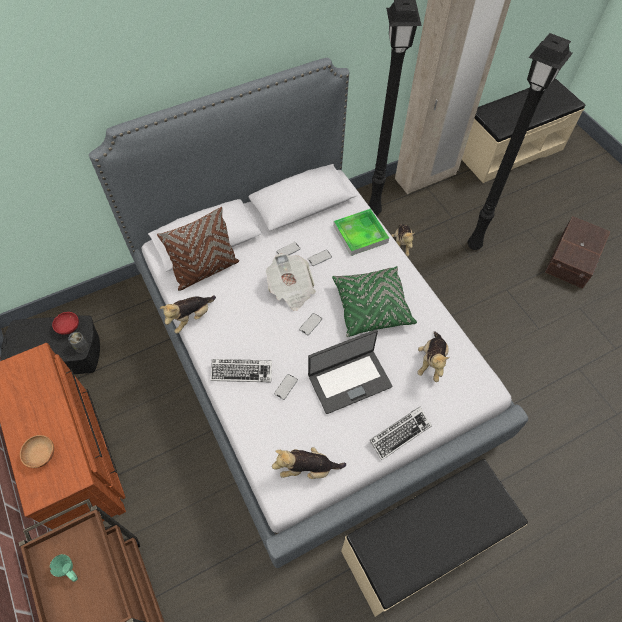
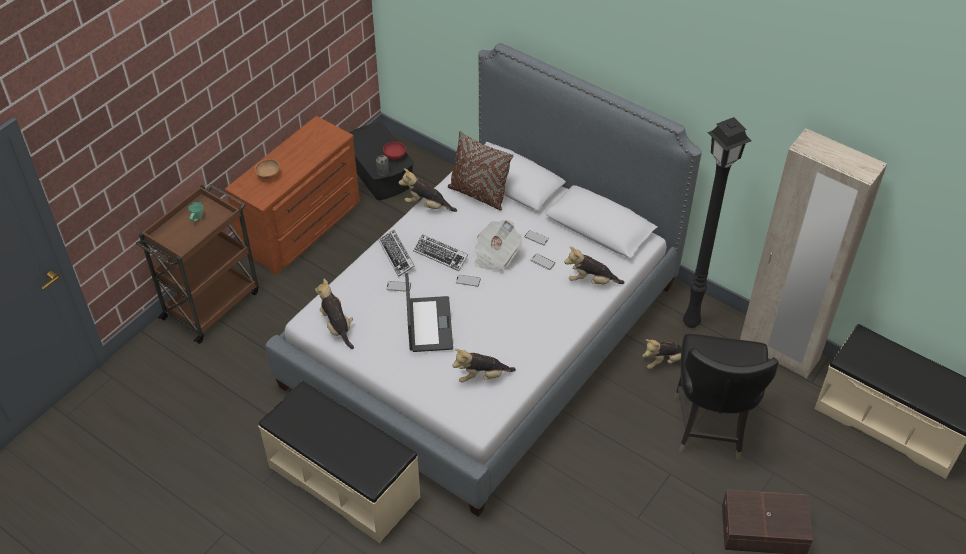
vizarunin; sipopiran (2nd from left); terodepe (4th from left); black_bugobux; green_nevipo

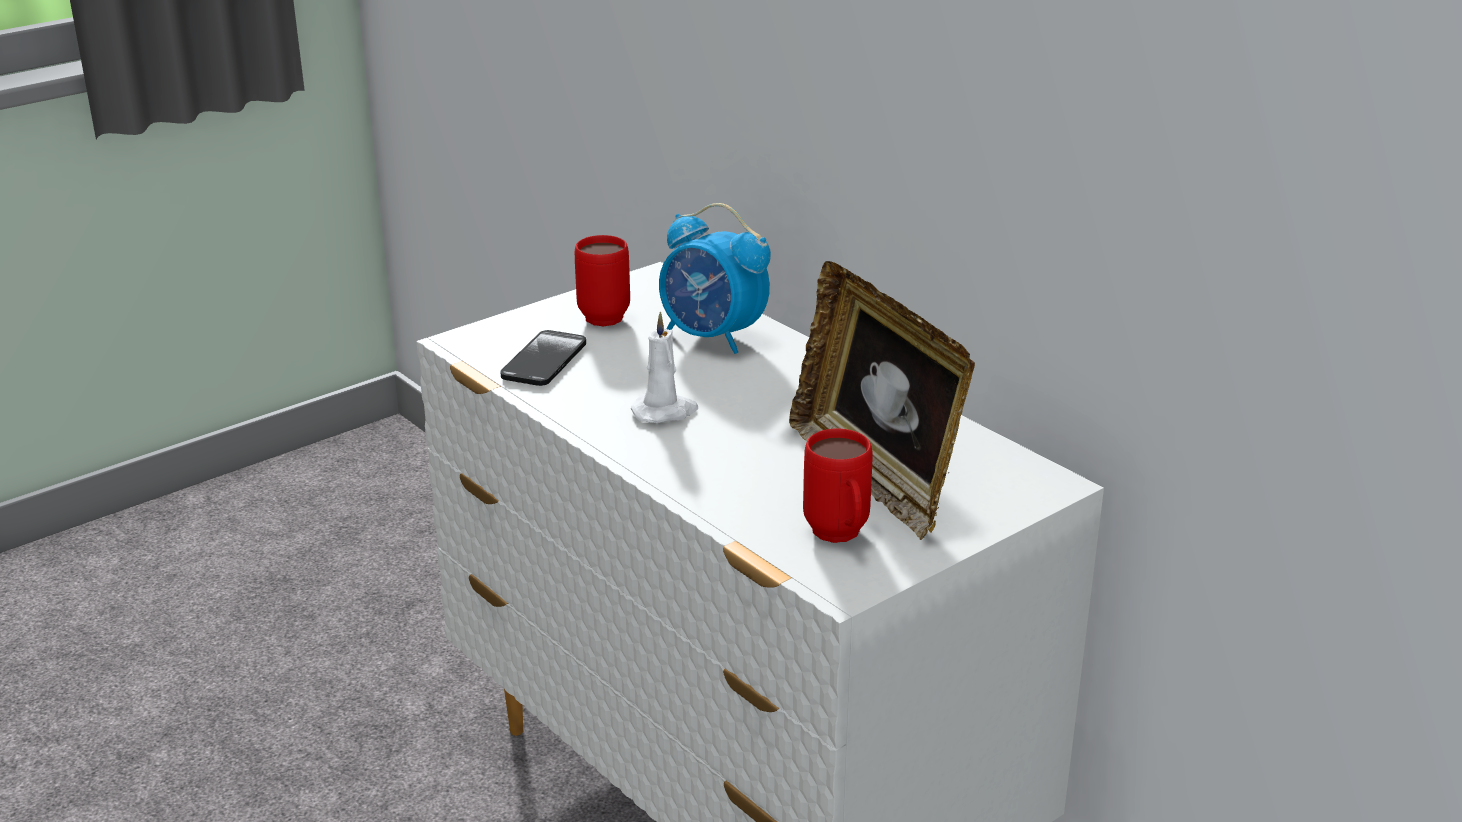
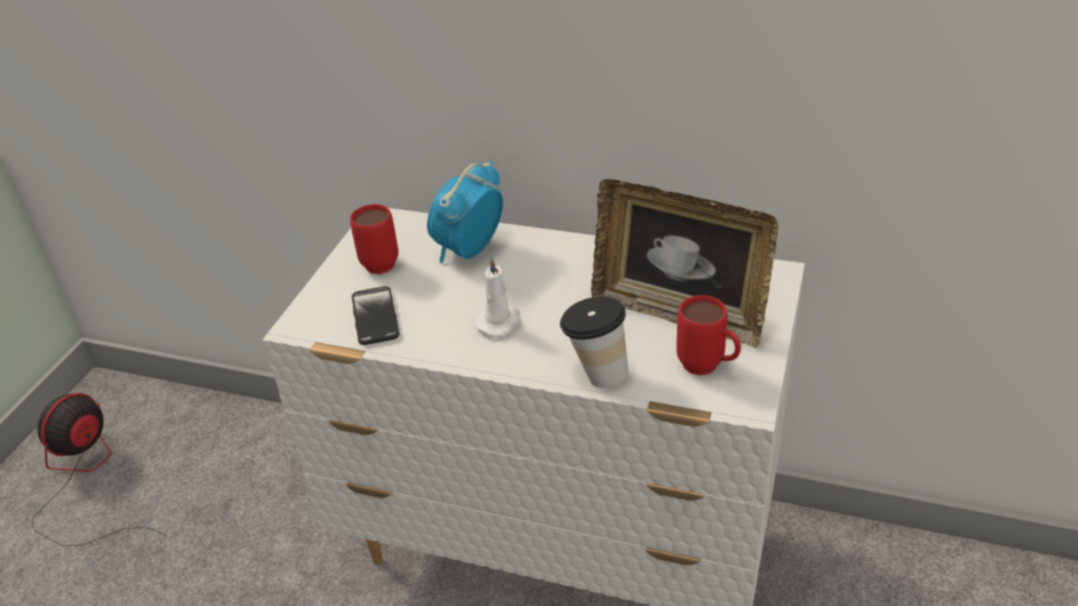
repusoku; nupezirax; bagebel

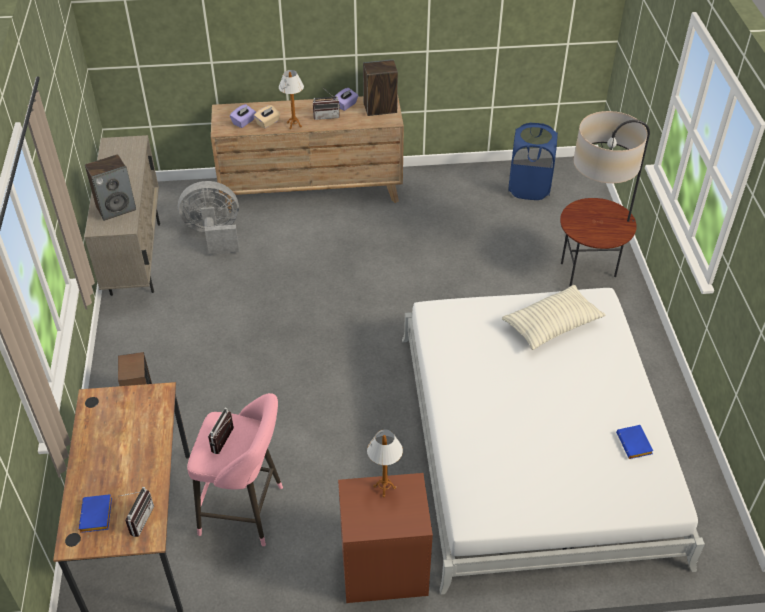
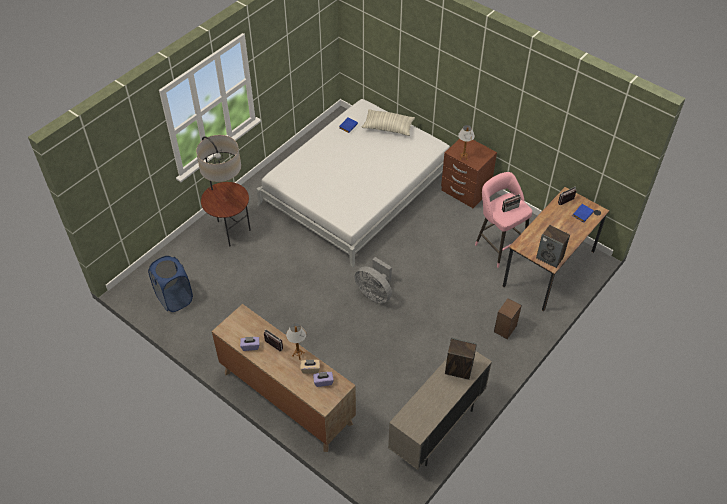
grey_repusoku; nevipo; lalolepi (3rd from left)

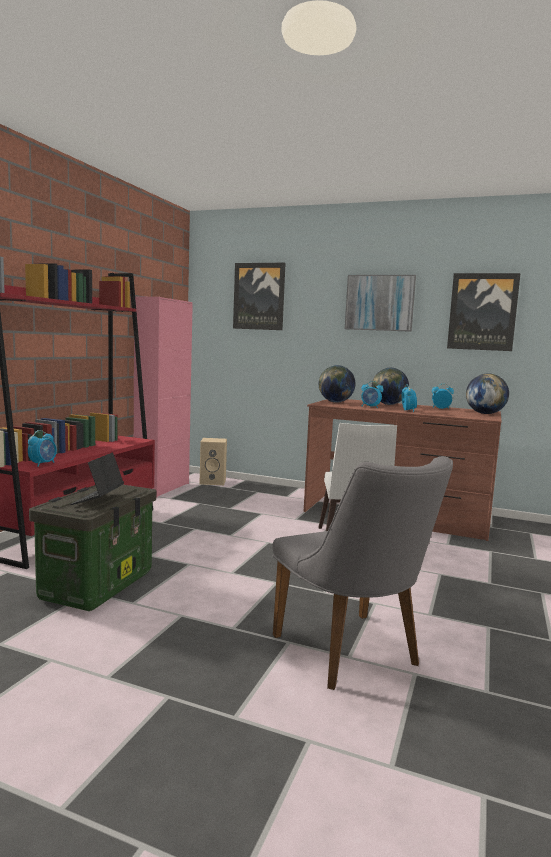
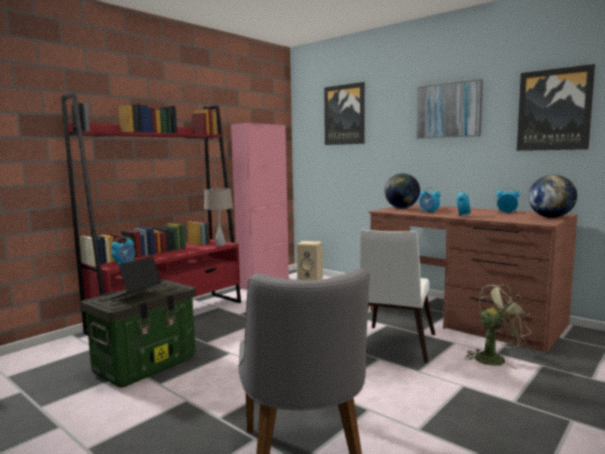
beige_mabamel; green_repusoku; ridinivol (2nd from left in the first image)

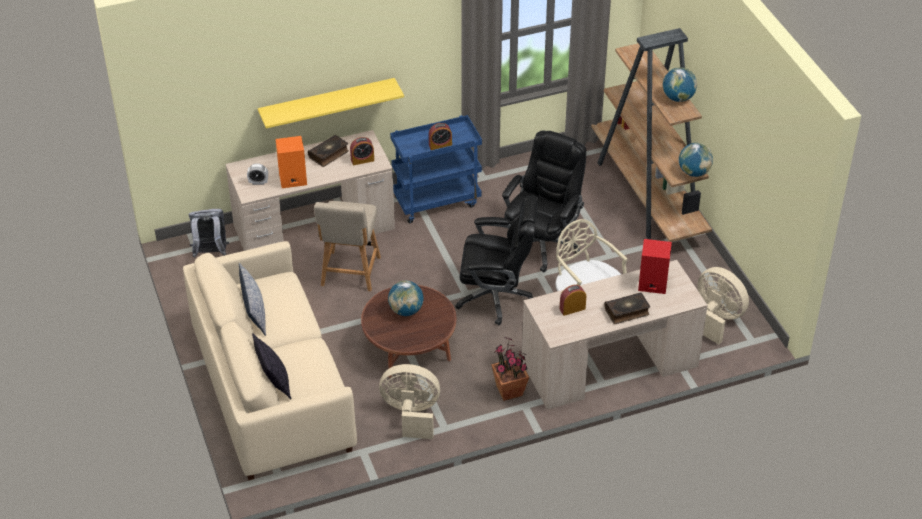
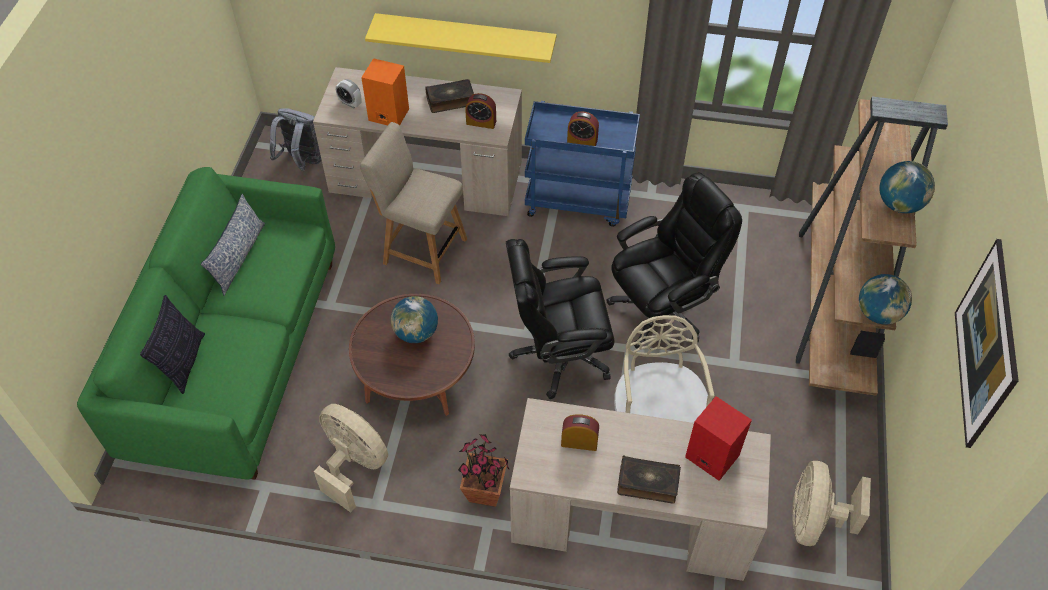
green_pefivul; beige_bugobux (1st from left); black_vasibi (1st from left); beige_repusoku (2nd from left); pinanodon

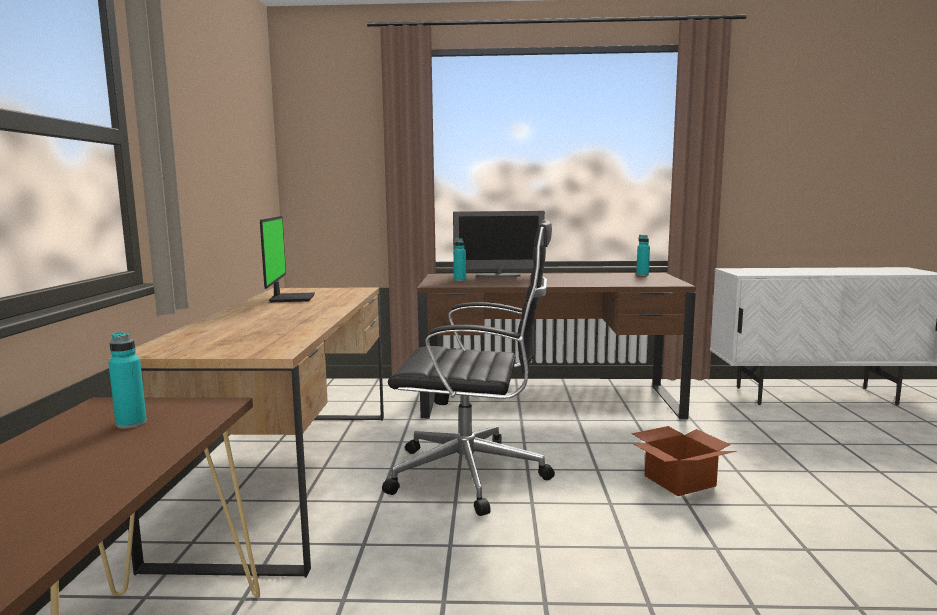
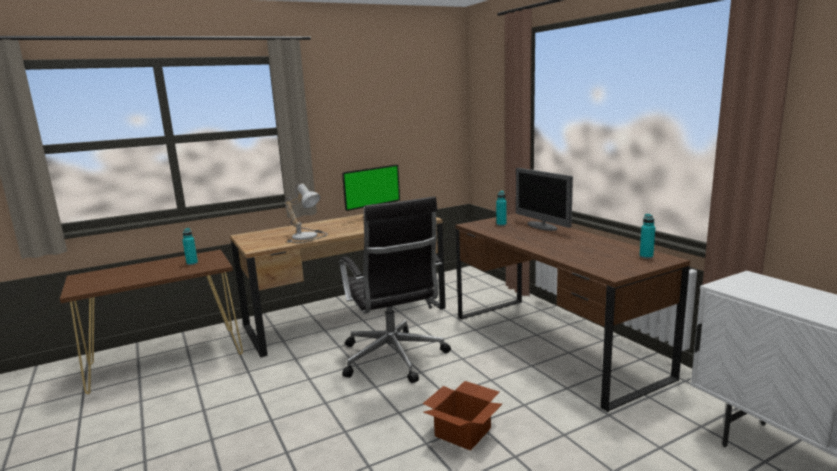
mabamel

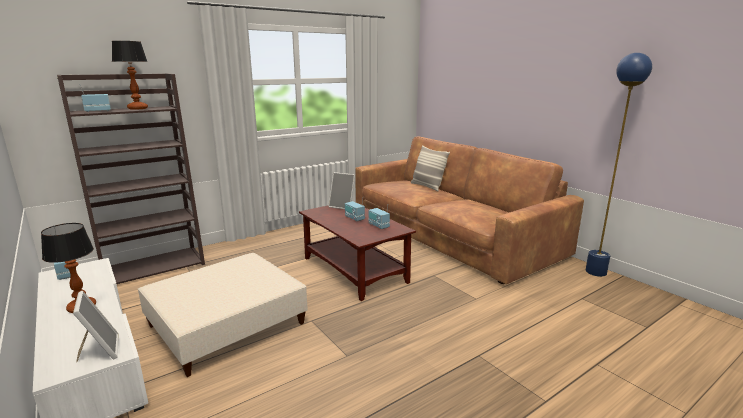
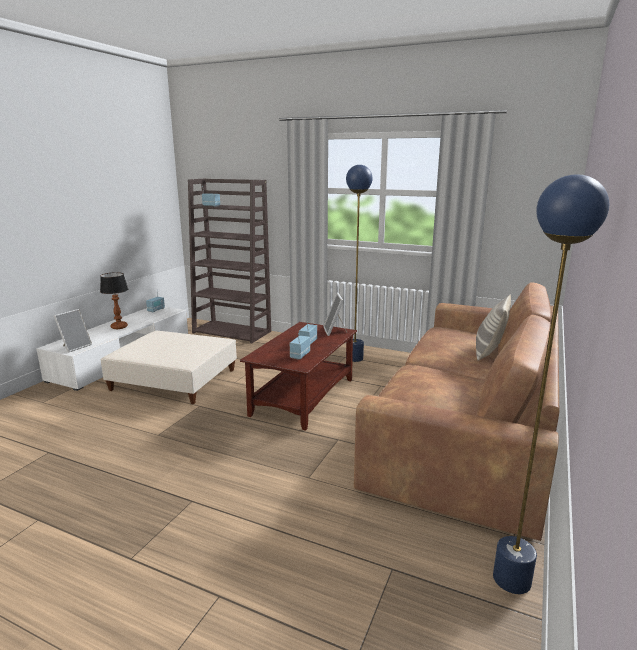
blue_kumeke (1st from left); mabamel (2nd from left in the first image)

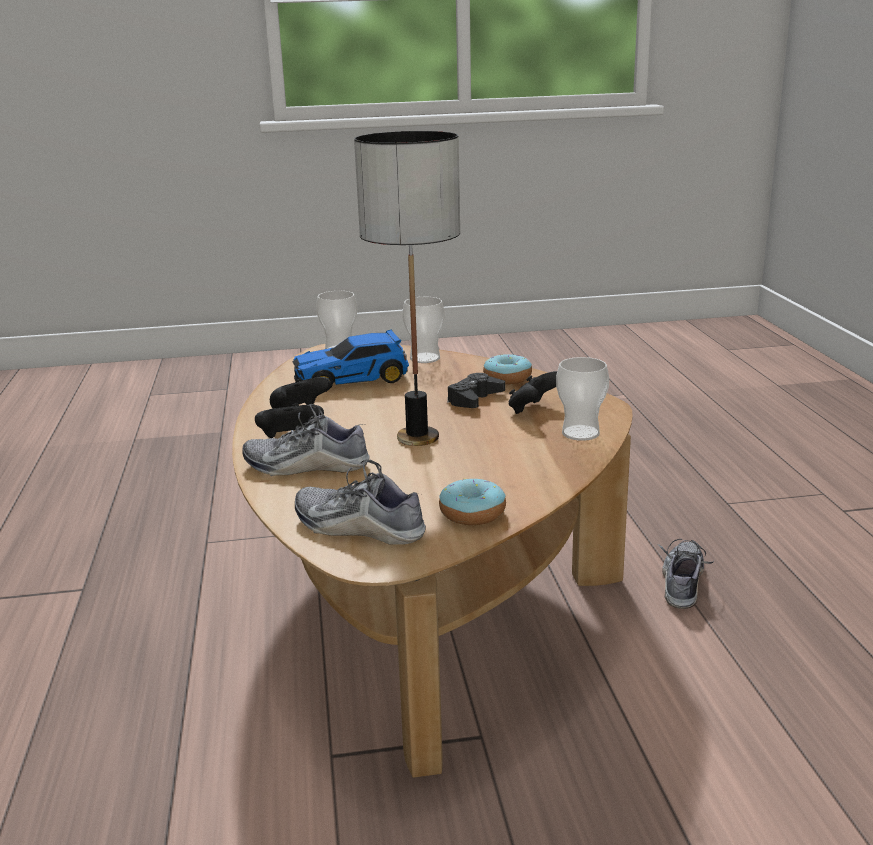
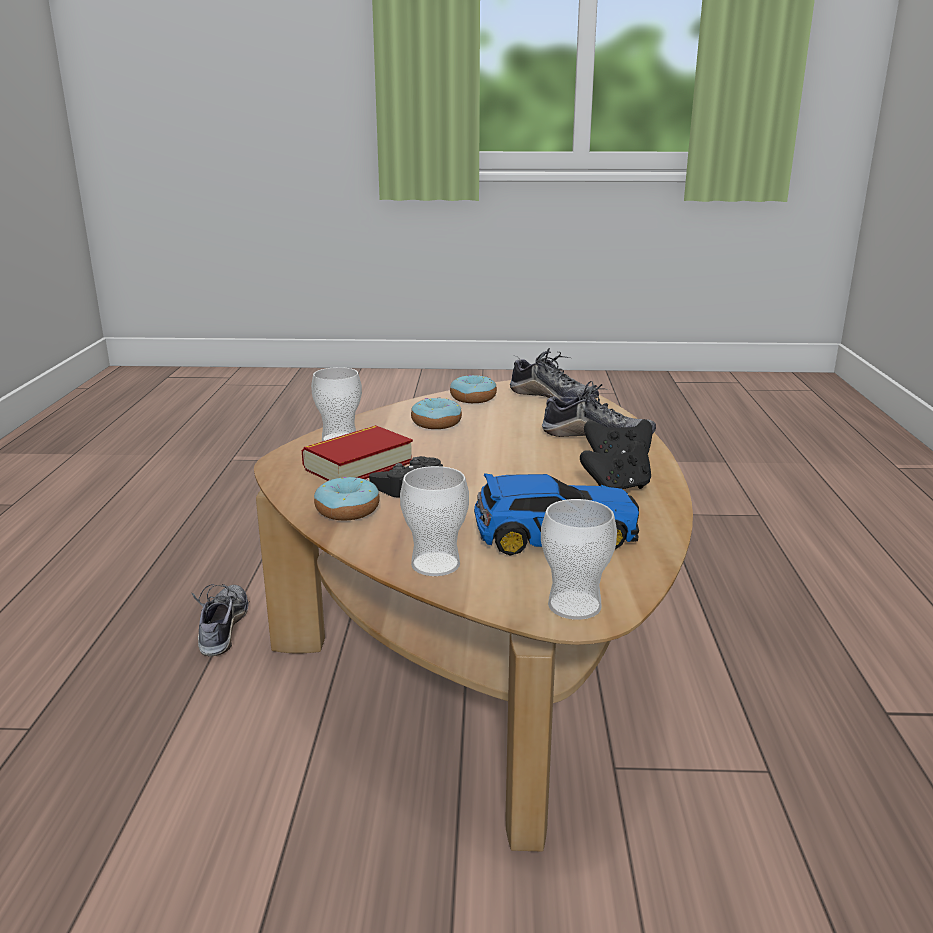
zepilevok (1st from left); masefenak; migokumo (2nd from left); mabamel

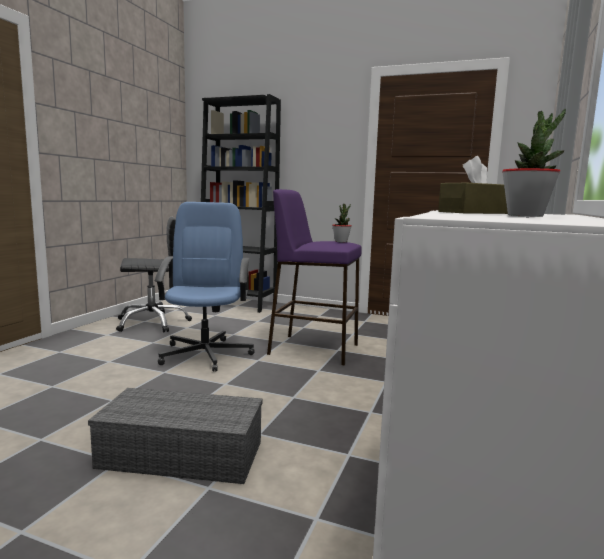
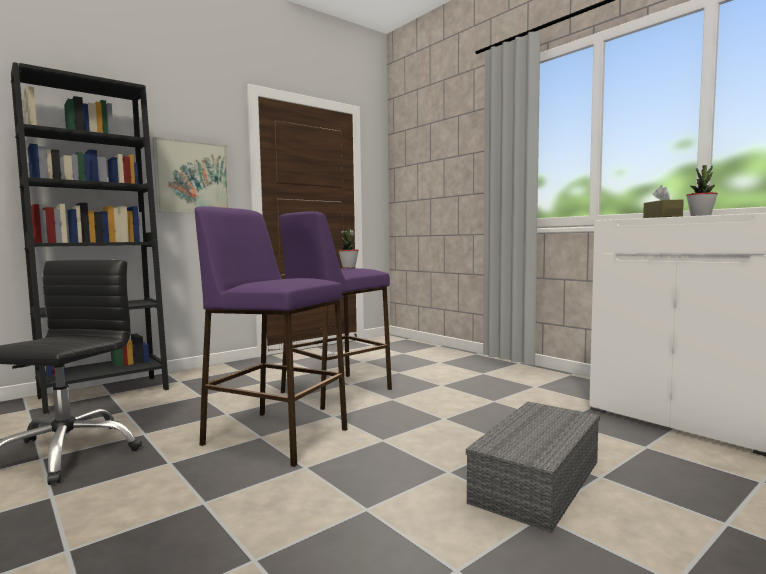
pinanodon; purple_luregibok (1st from left)

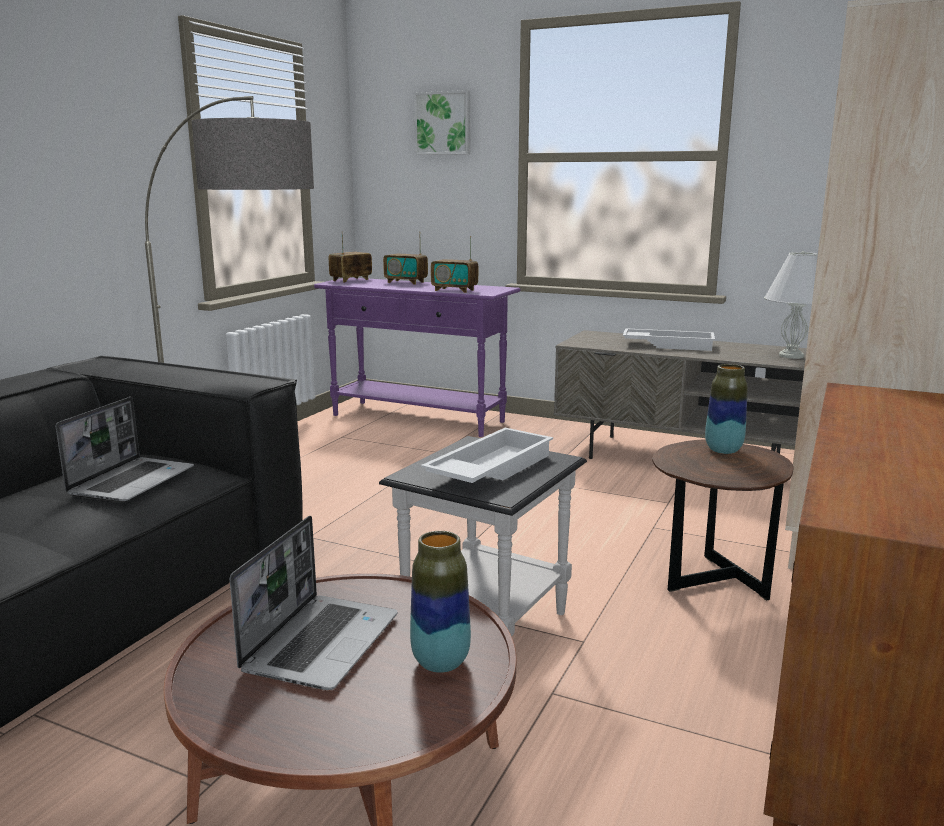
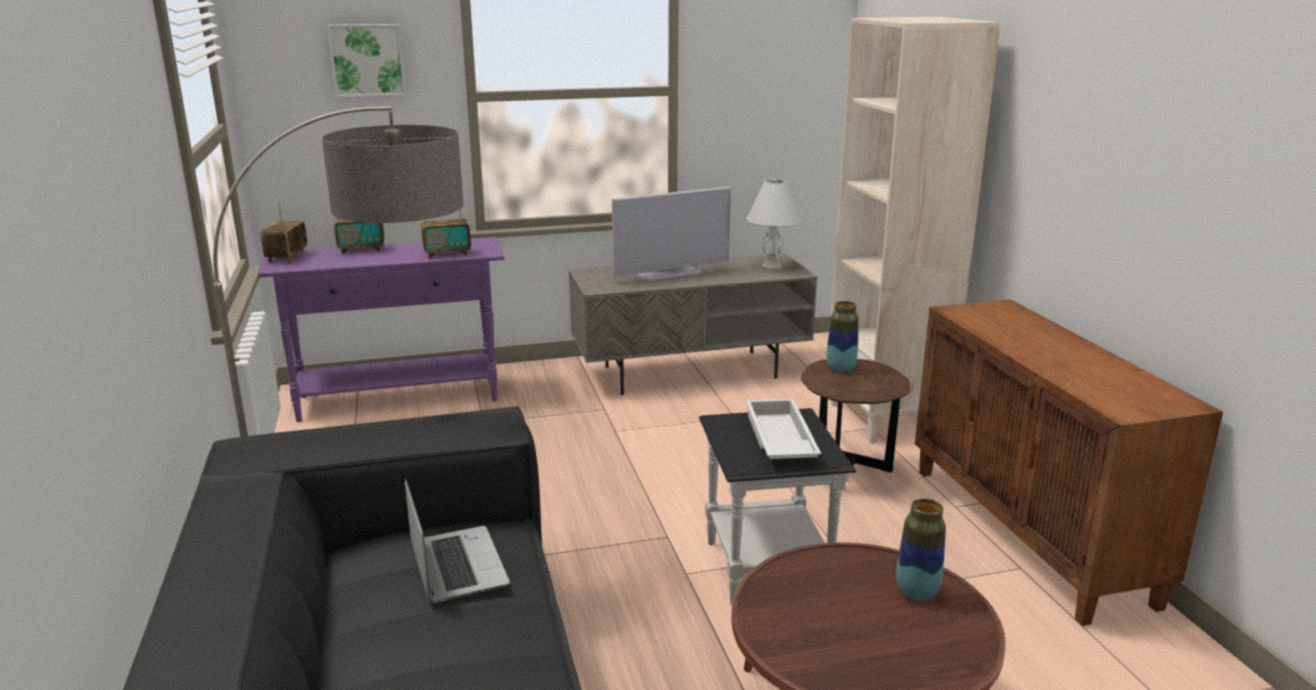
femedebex; vizarunin (2nd from left in the first image)

